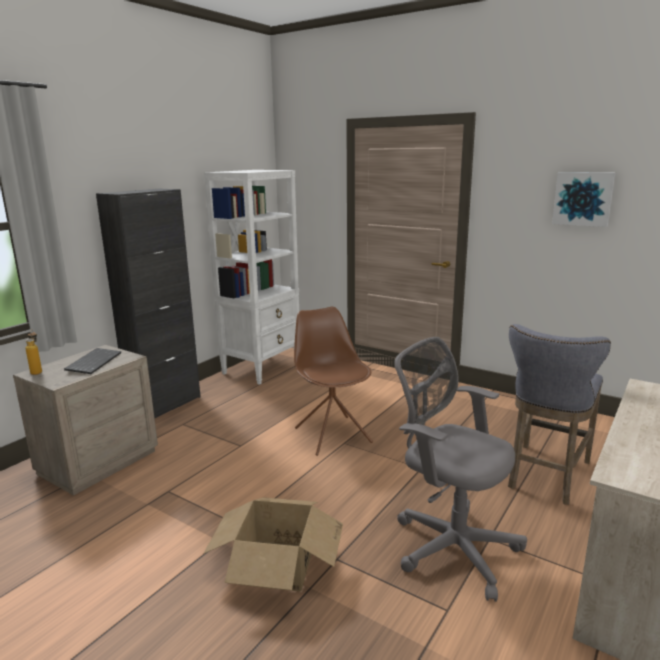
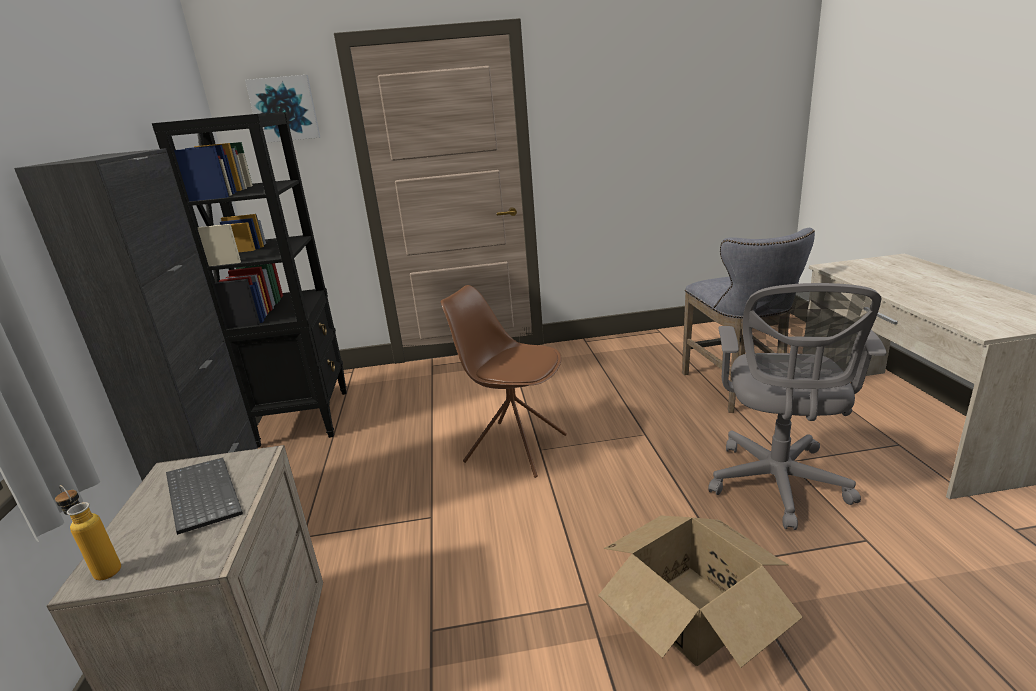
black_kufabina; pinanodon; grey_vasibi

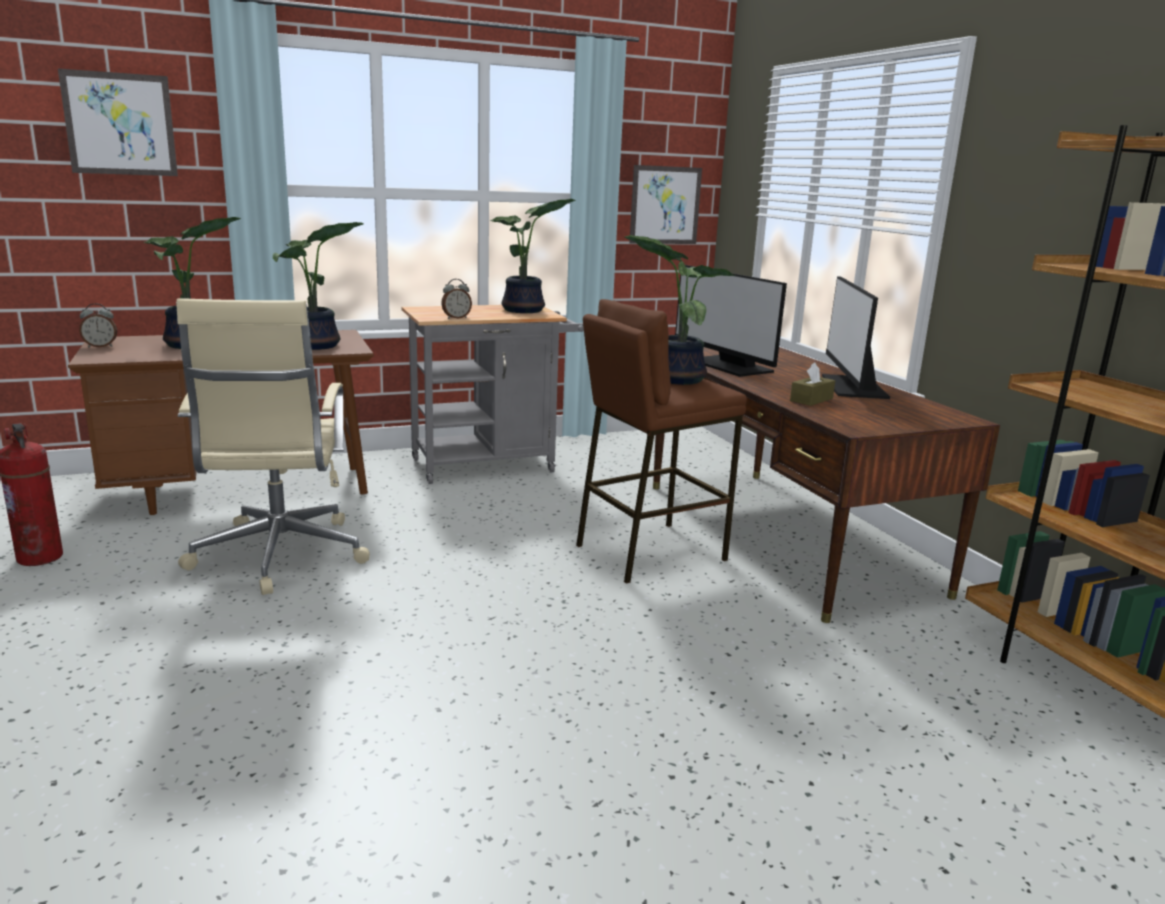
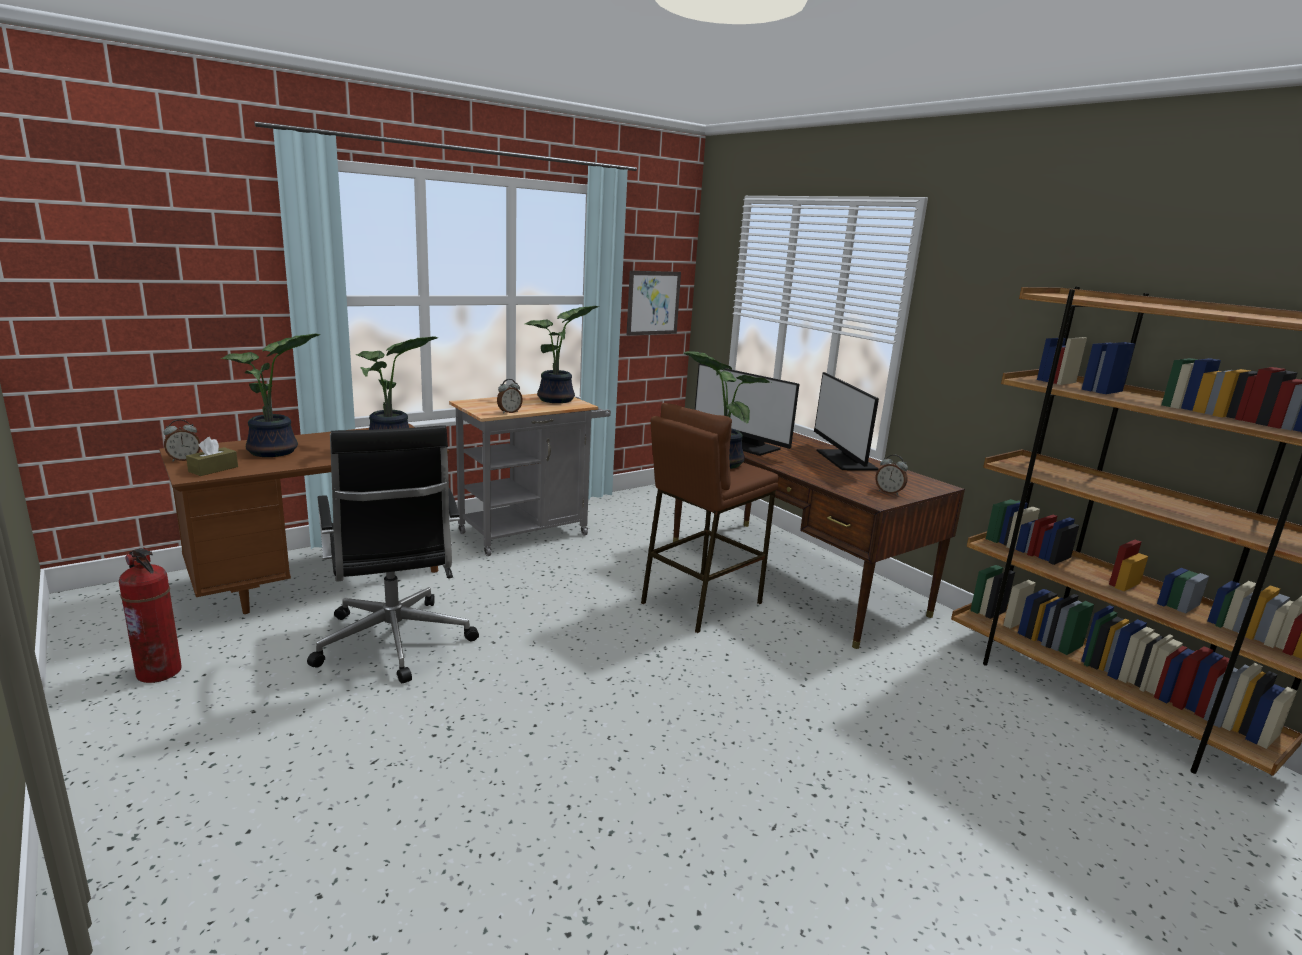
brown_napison; black_vasibi; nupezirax (3rd from left); pinanodon (1st from left in the first image)

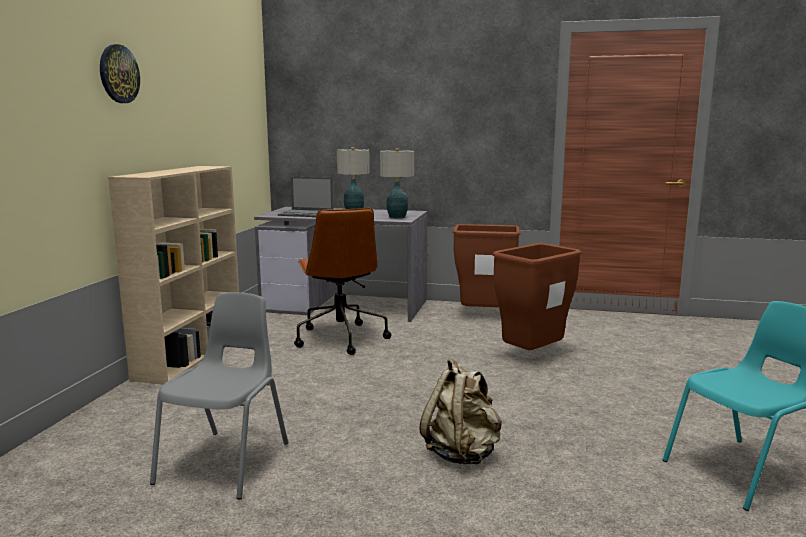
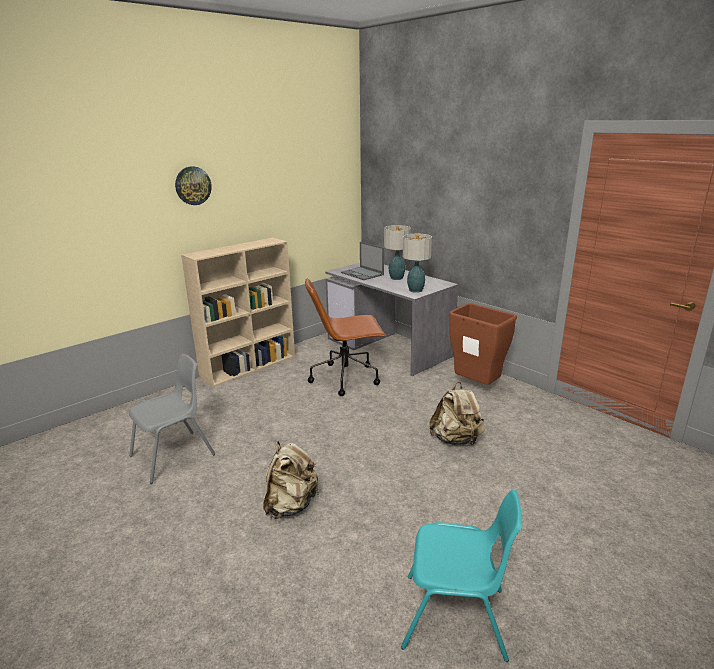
brown_vasibi; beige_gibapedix (2nd from left)

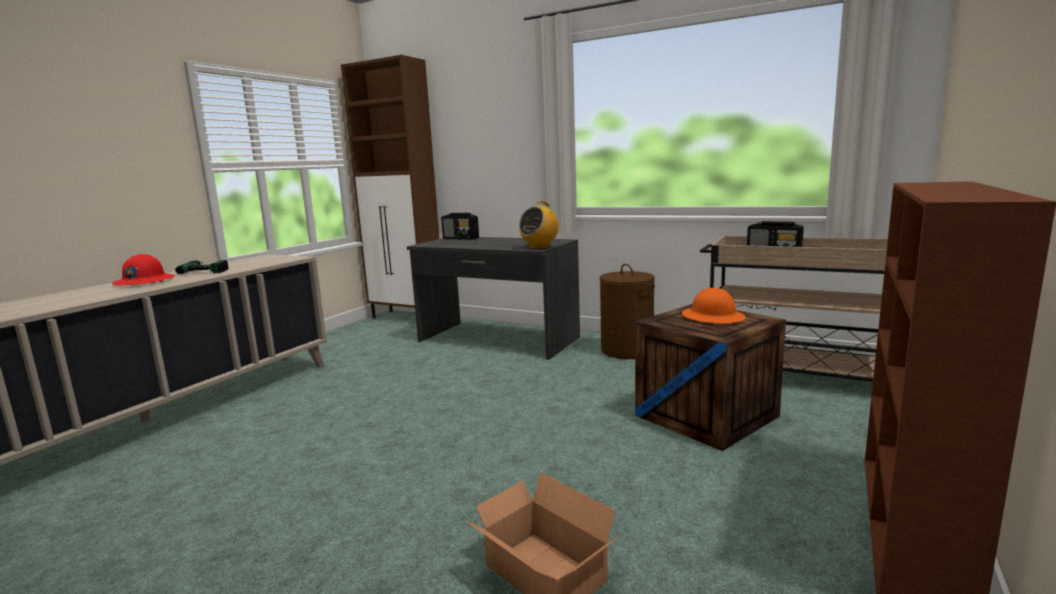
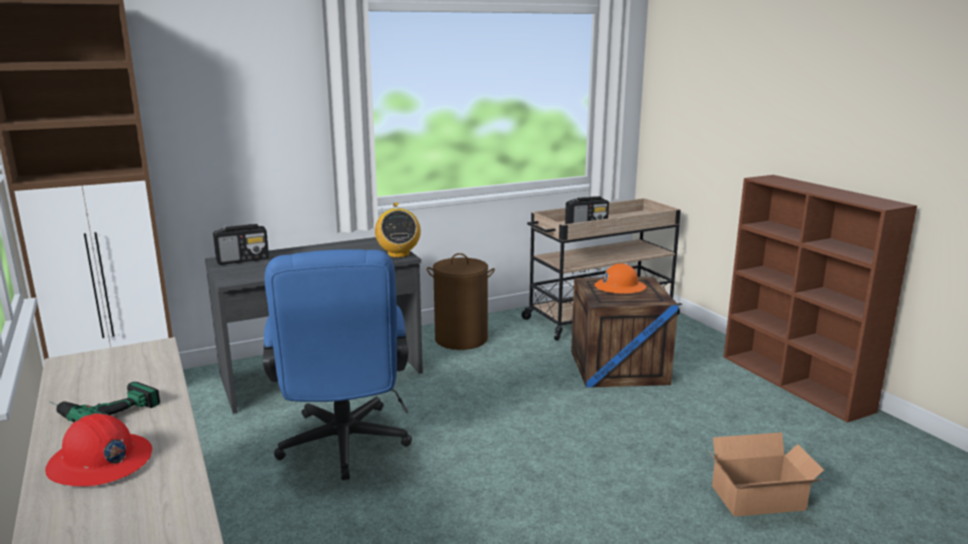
blue_vasibi

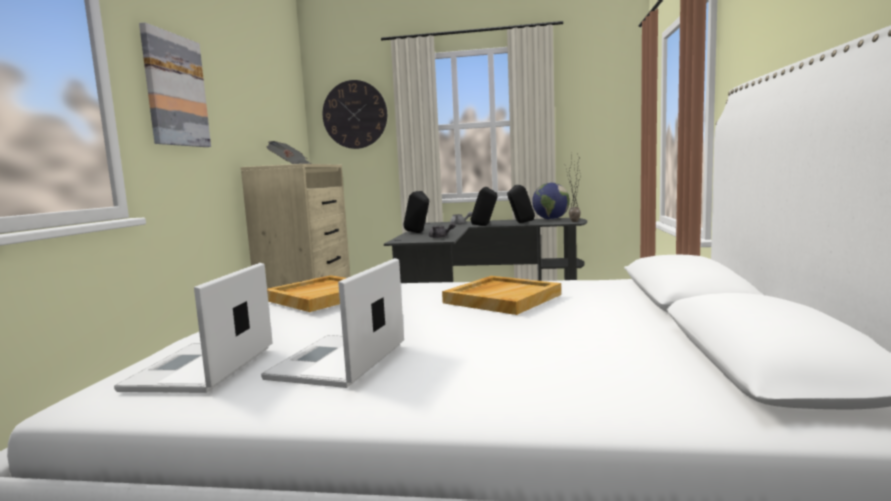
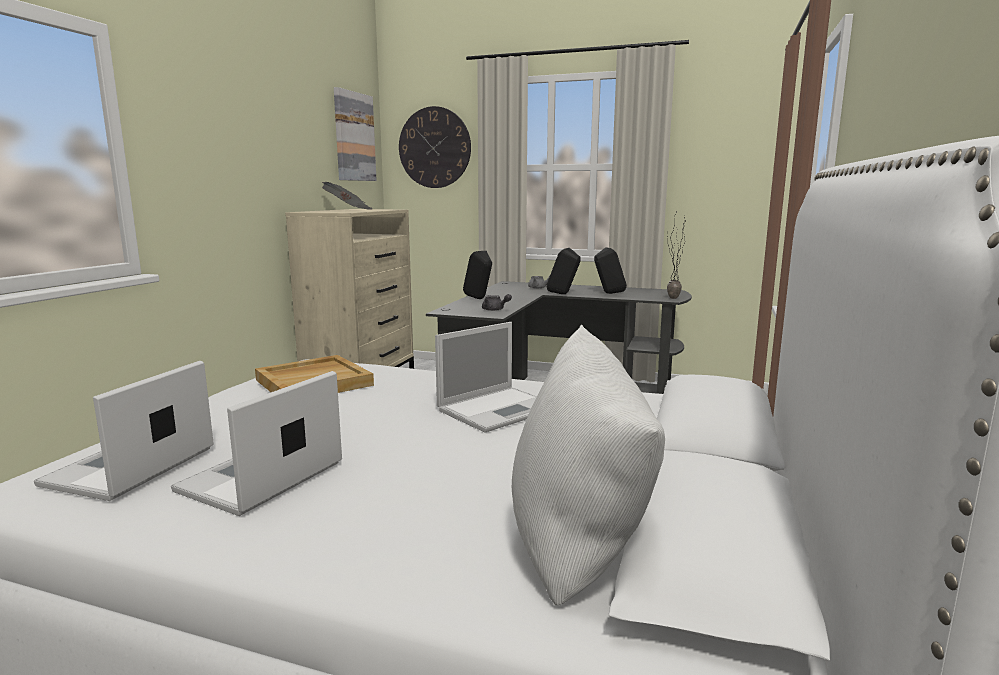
pinanodon; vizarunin (3rd from left); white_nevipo; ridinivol

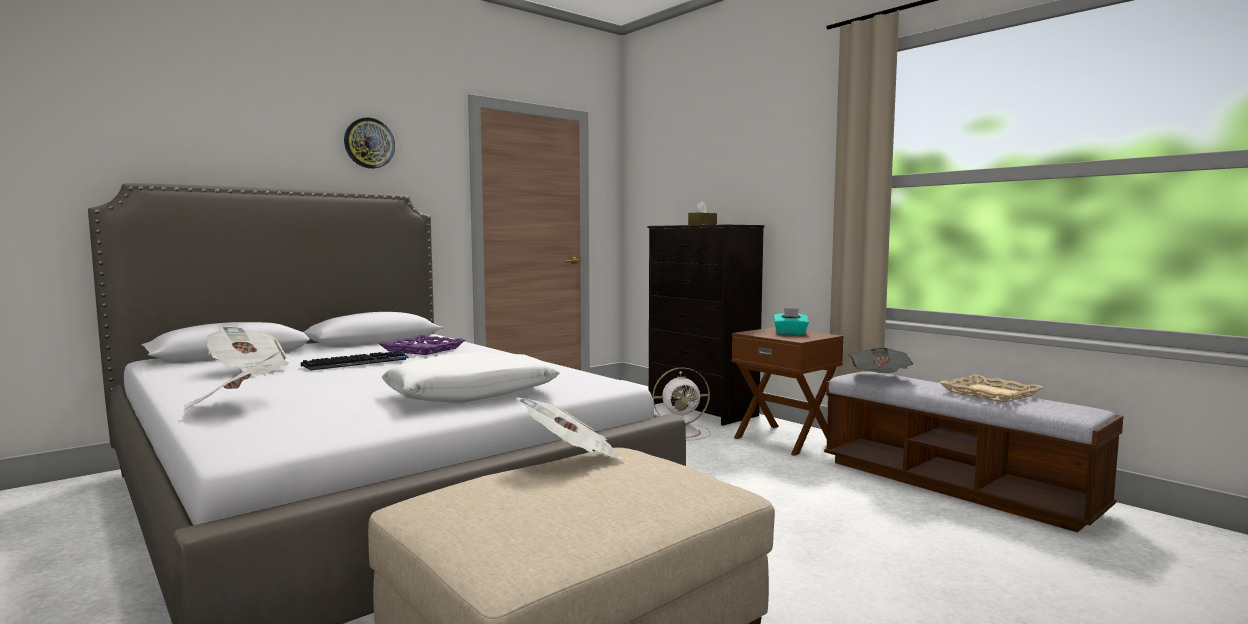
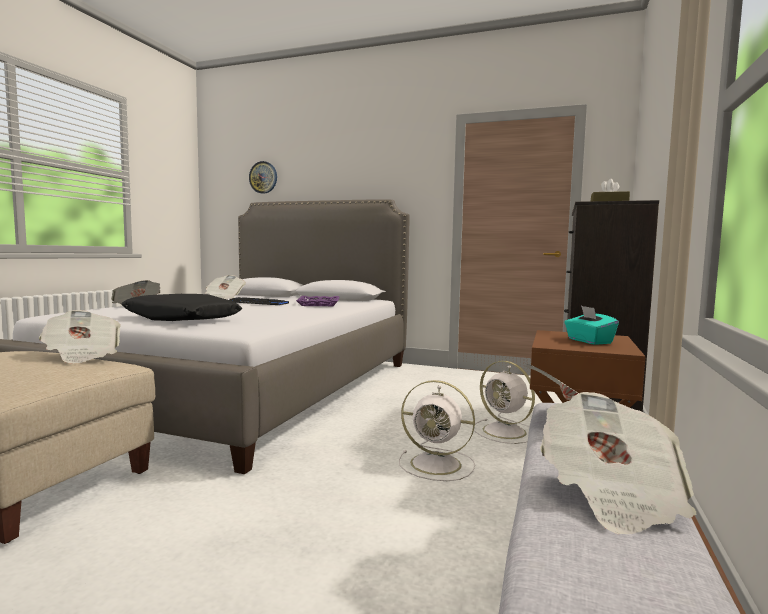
black_nevipo; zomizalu; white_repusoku (1st from left); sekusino (5th from left)

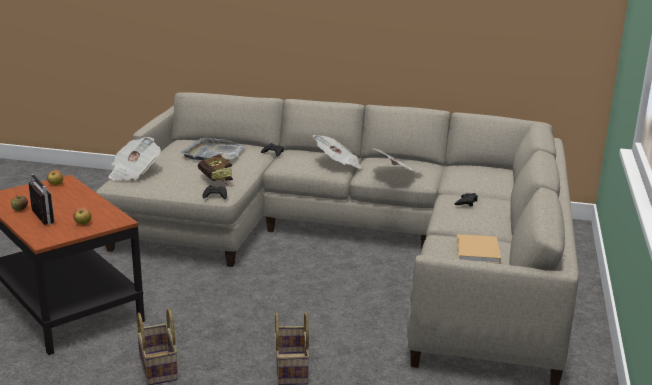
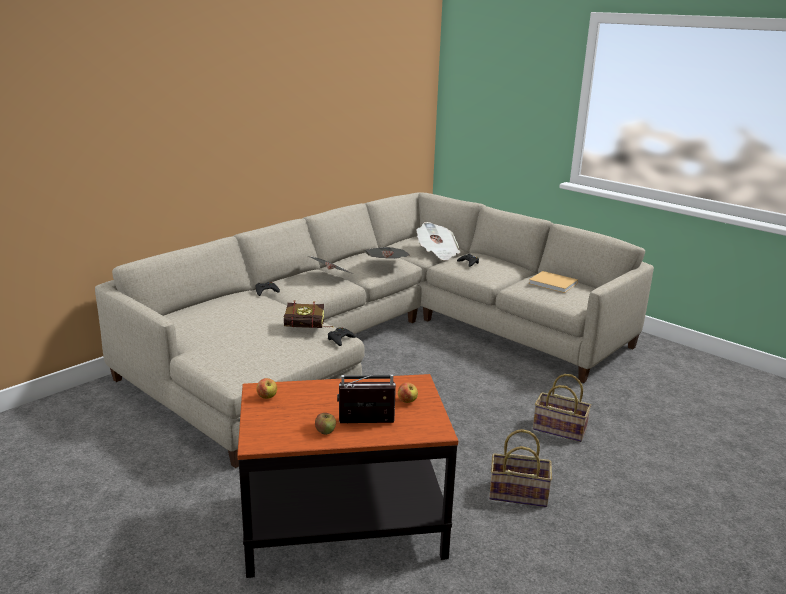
sekusino (3rd from left); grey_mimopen

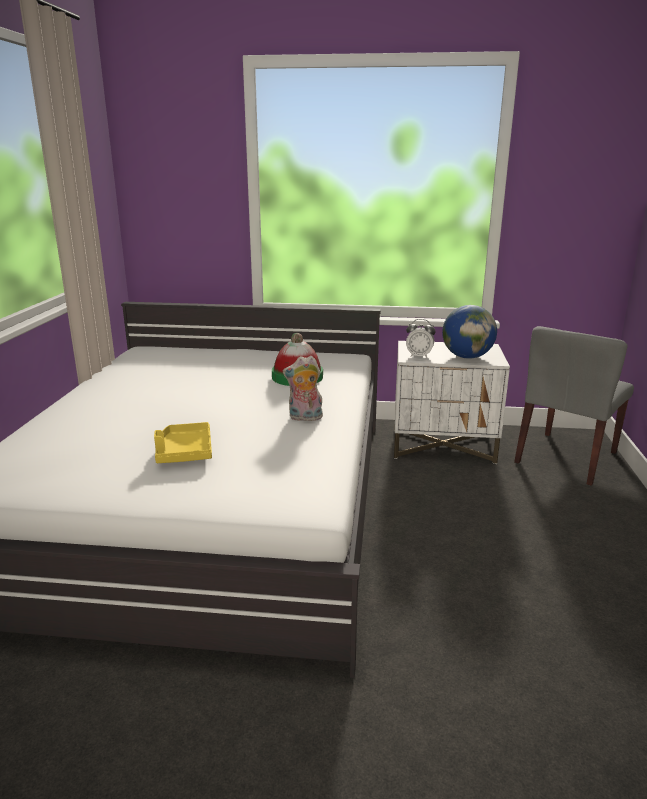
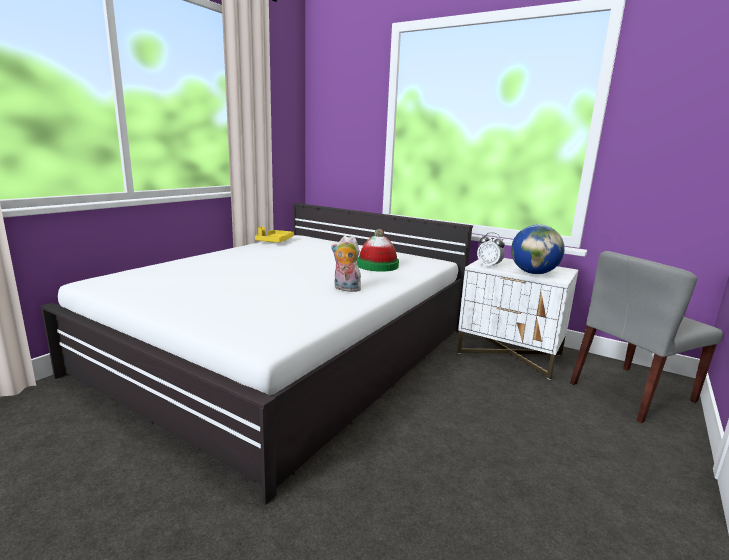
yellow_mimopen

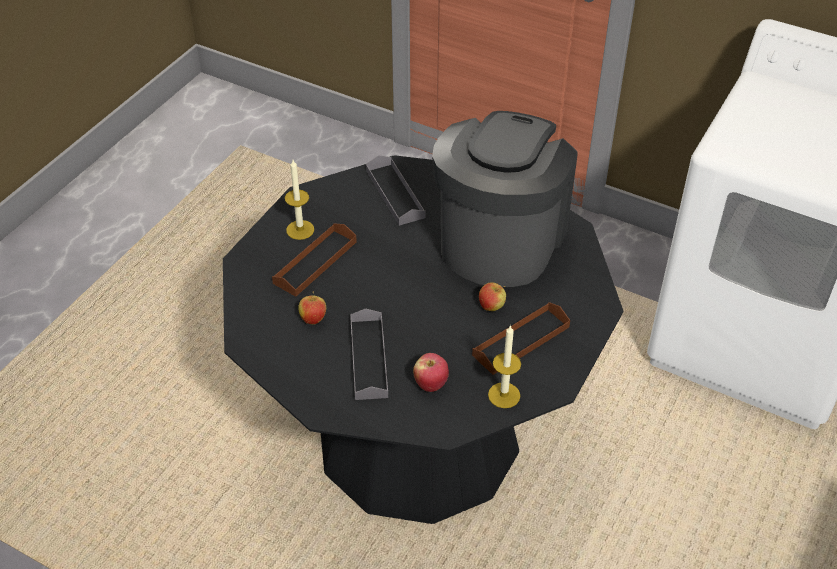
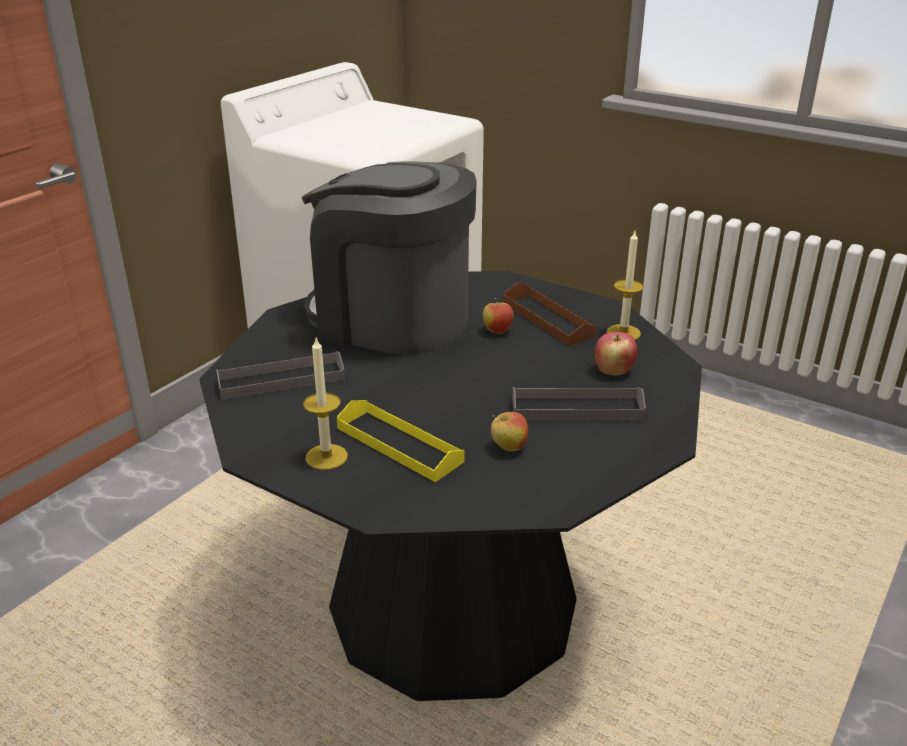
yellow_mimopen

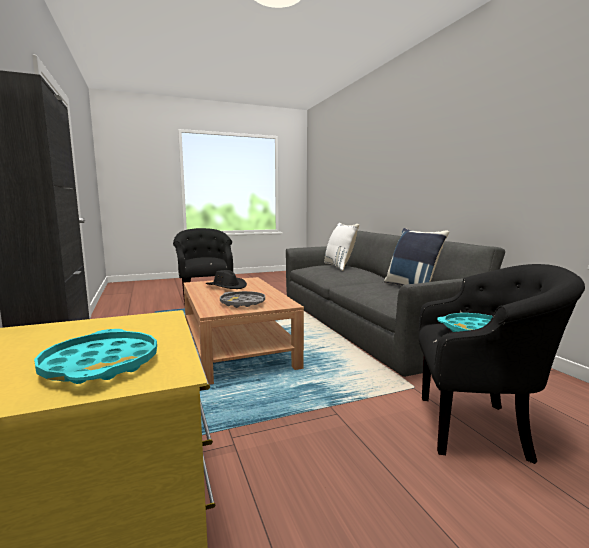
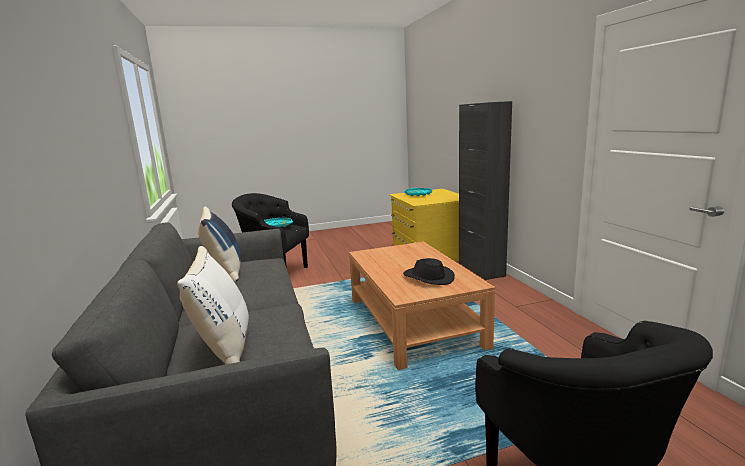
grey_mimopen

